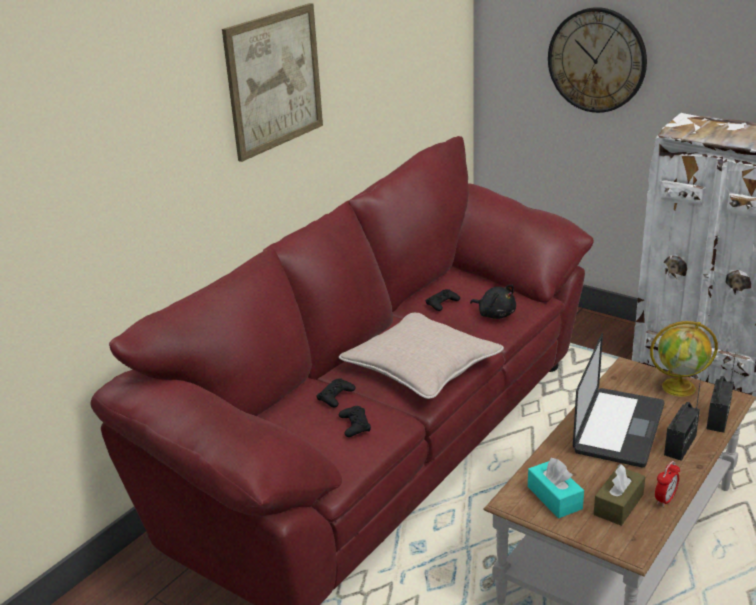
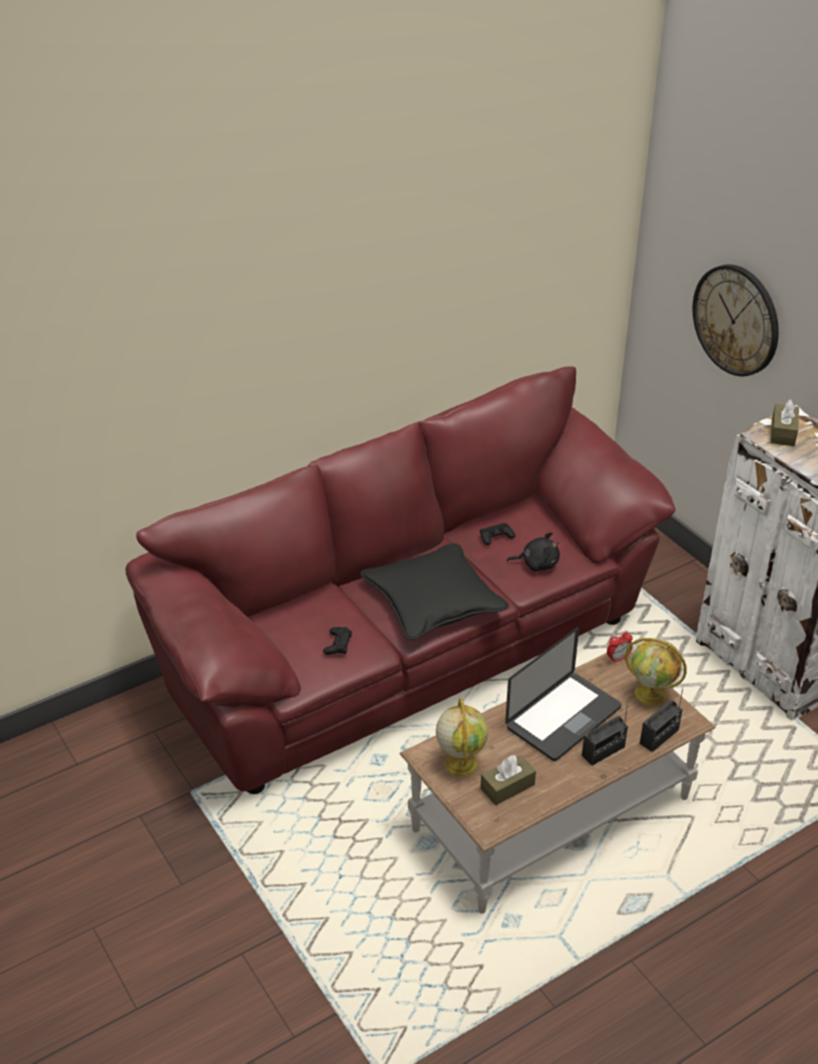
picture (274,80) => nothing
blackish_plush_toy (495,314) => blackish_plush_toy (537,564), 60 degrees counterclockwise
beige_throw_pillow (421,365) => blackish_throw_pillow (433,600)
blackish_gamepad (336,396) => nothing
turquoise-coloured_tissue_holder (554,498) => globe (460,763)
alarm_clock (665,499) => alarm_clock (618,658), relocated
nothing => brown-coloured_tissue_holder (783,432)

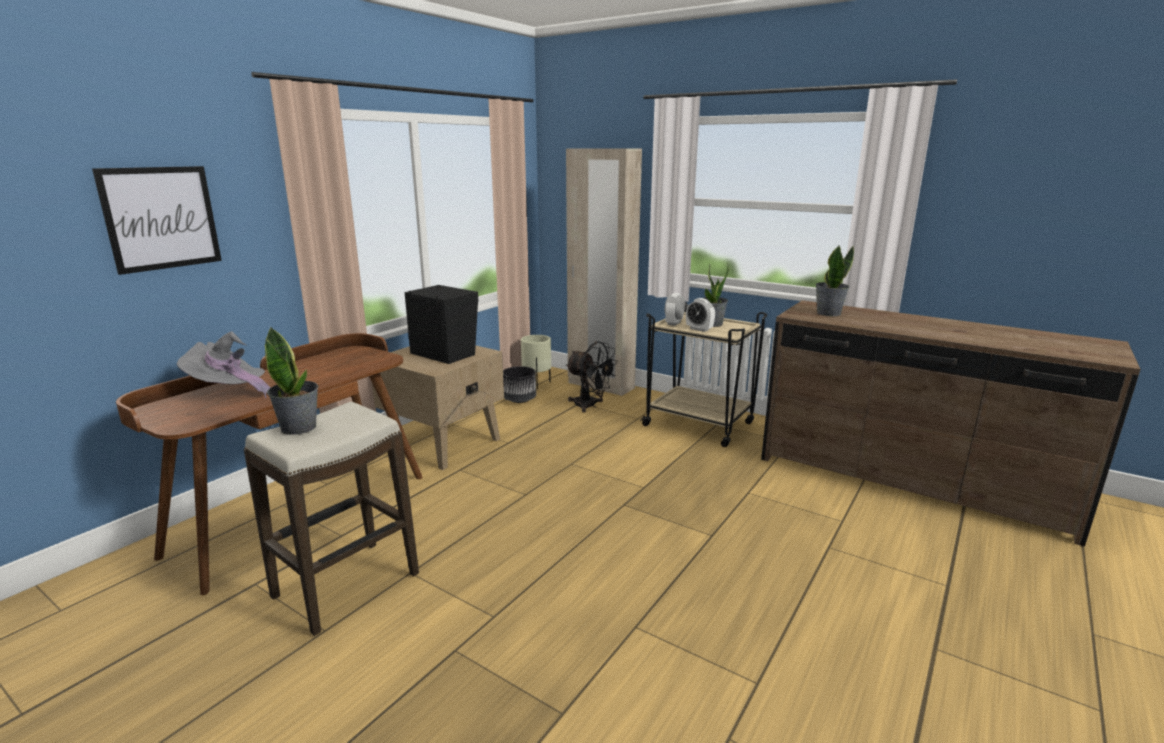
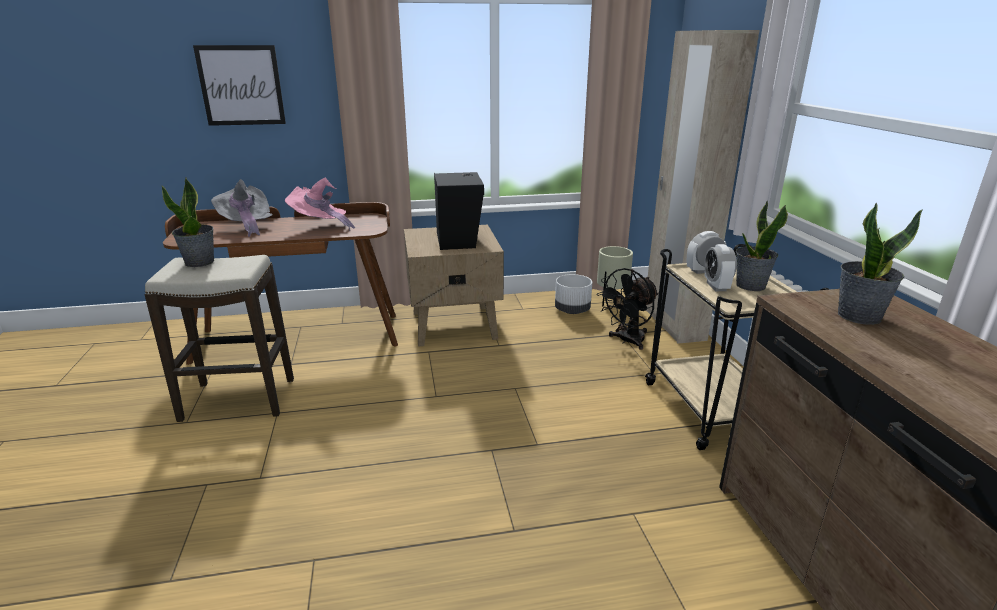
blackish_fan (590,406) => blackish_fan (627,341), 60 degrees clockwise
blackish_plant_pot (519,400) => white_plant_pot (572,310)
nothing => pinkish_hat (320,226)

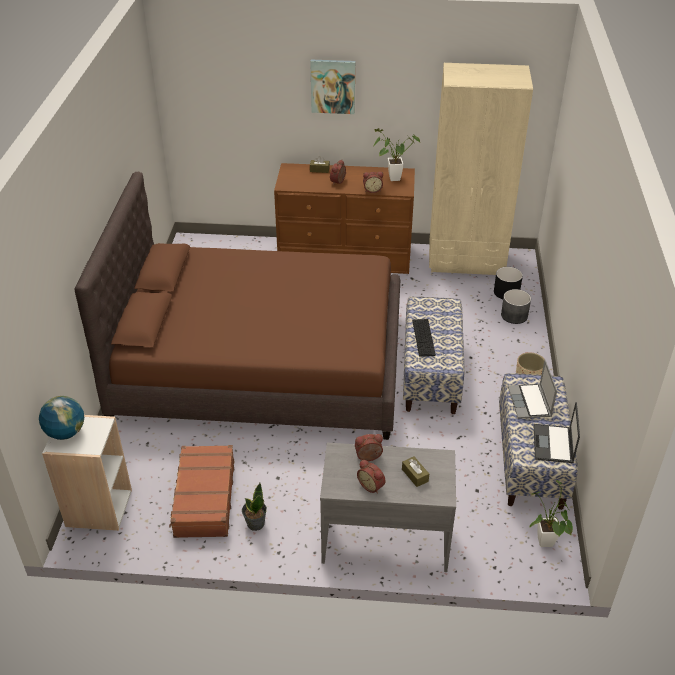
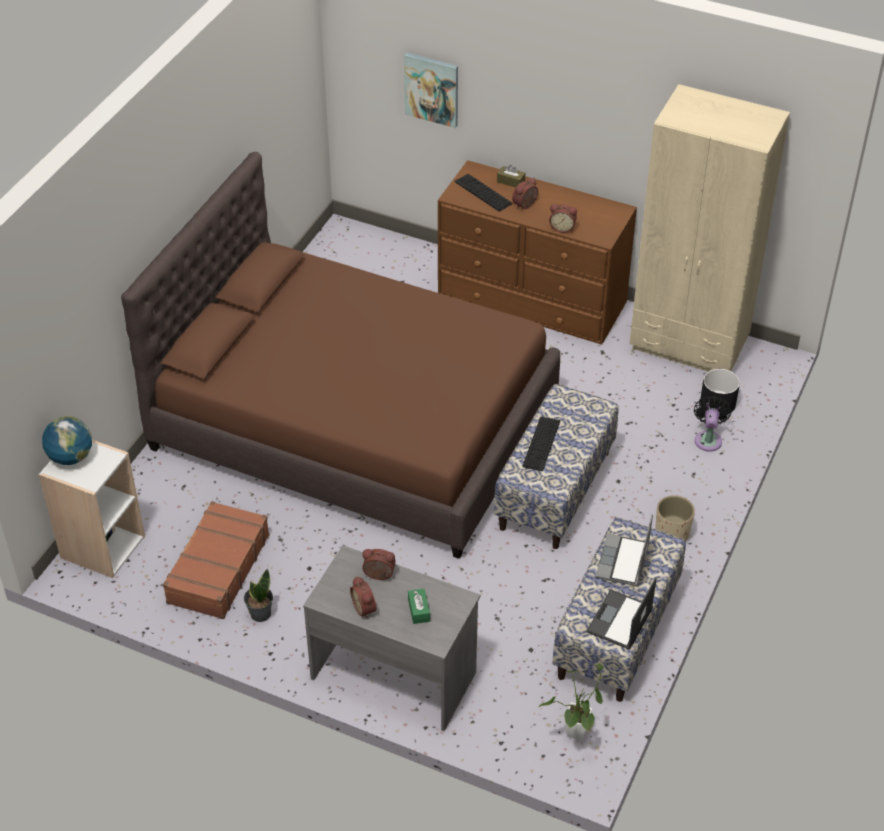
picture (333,86) => picture (432,89), relocated
houseplant (391,178) => nothing
grey_plant_pot (514,315) => blackish_fan (708,439)
brown-coloured_tissue_holder (415,475) => green_tissue_holder (419,610)
nothing => PC_keyboard (483,192)

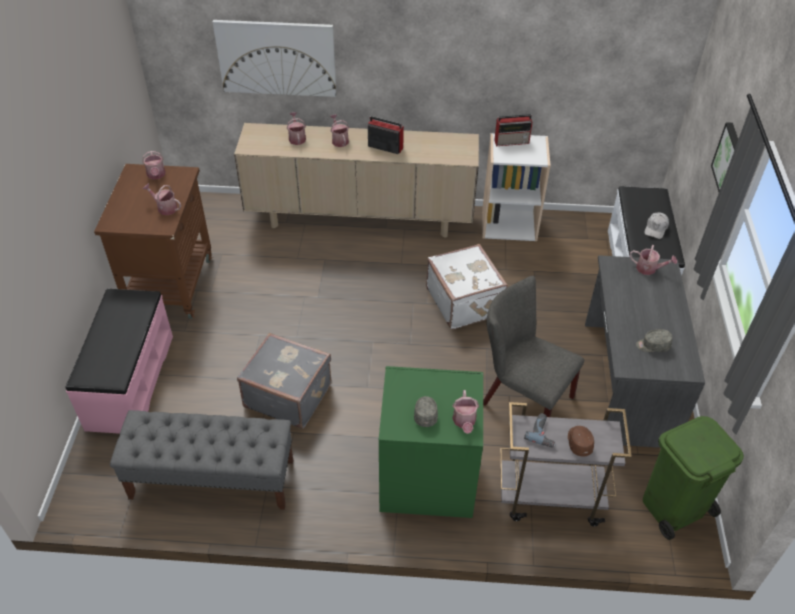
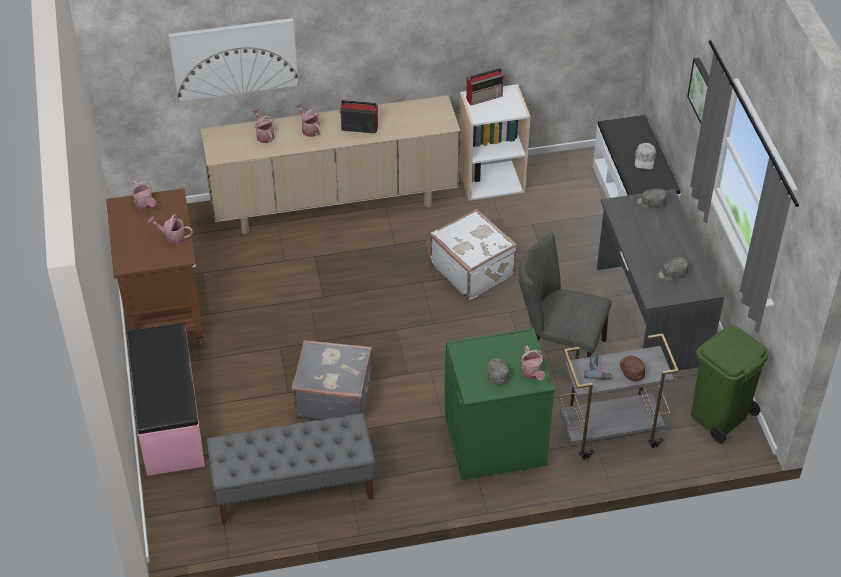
watering_pot (649,269) => grey_cap (651,203)

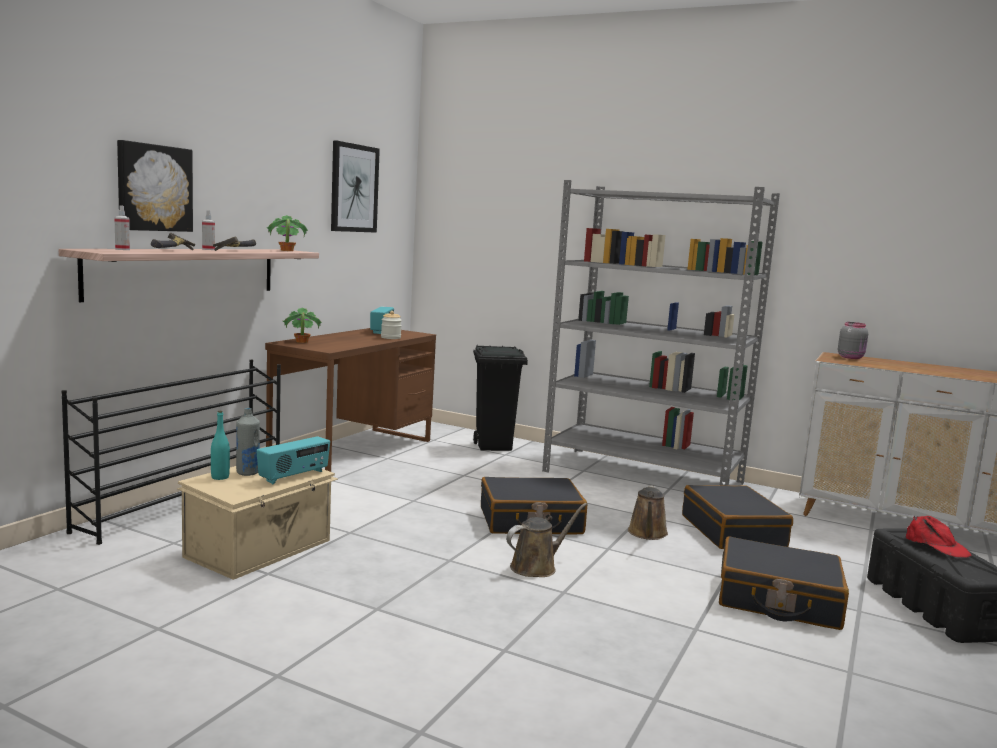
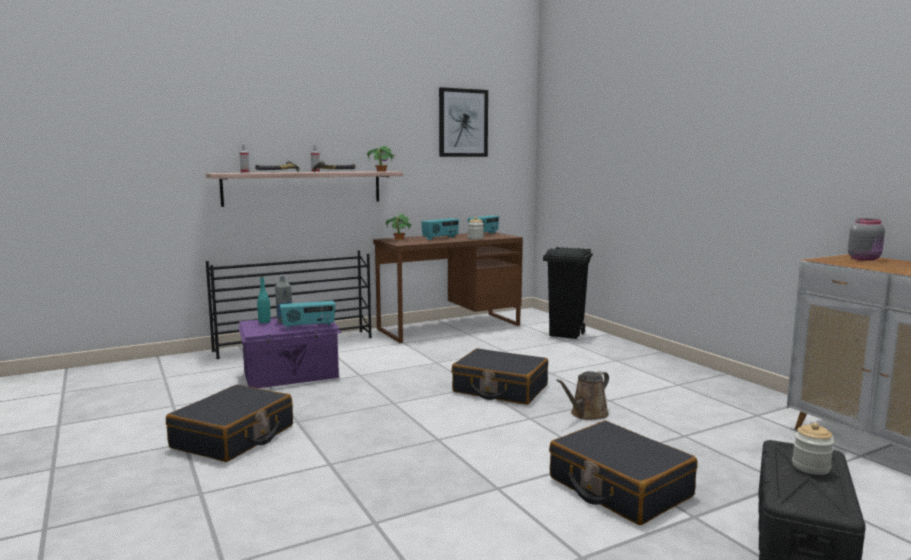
picture (153,188) => nothing
grey_bookshelf (643,477) => nothing
beige_storage_container (260,549) => purple-coloured_storage_container (292,375)
blackish_travel_case (733,532) => blackish_travel_case (234,437), relocated
brown-coloured_watering_pot (537,567) => nothing
reddish_cap (936,546) => jar (810,467)
nothing => radio (440,238)

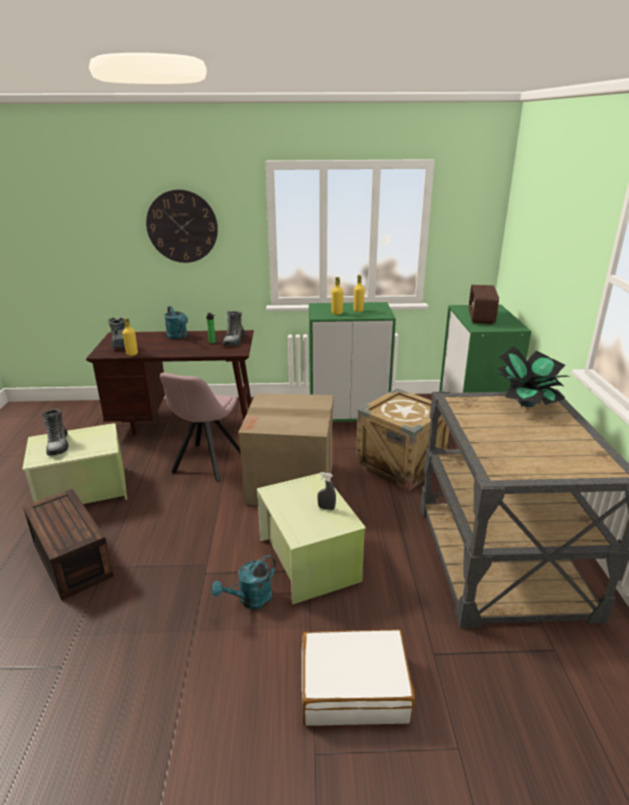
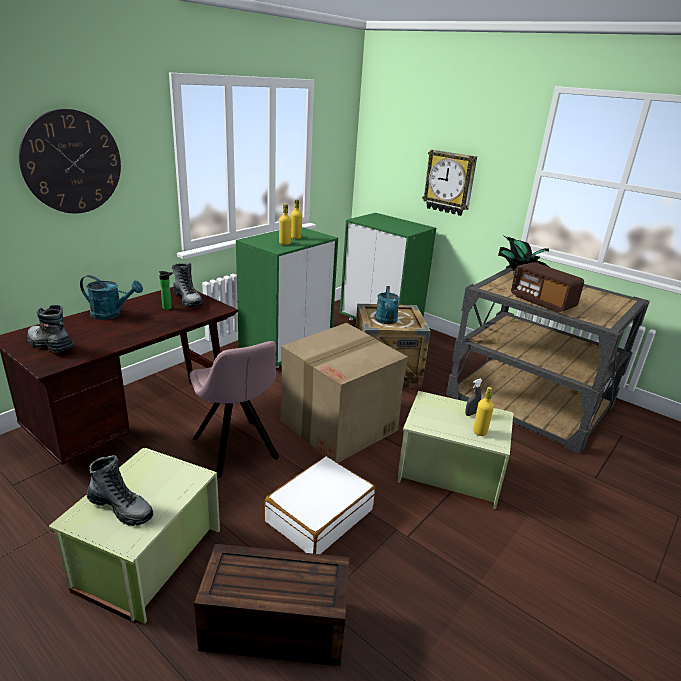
radio (481,317) => radio (542,302), relocated
yellow_beverage_bottle (132,354) => yellow_beverage_bottle (480,432), relocated
turquoise-coloured_watering_pot (250,600) => turquoise-coloured_watering_pot (386,321), relocated
white_travel_case (354,687) => white_travel_case (319,515), relocated
nothing => wall_clock (449,182)

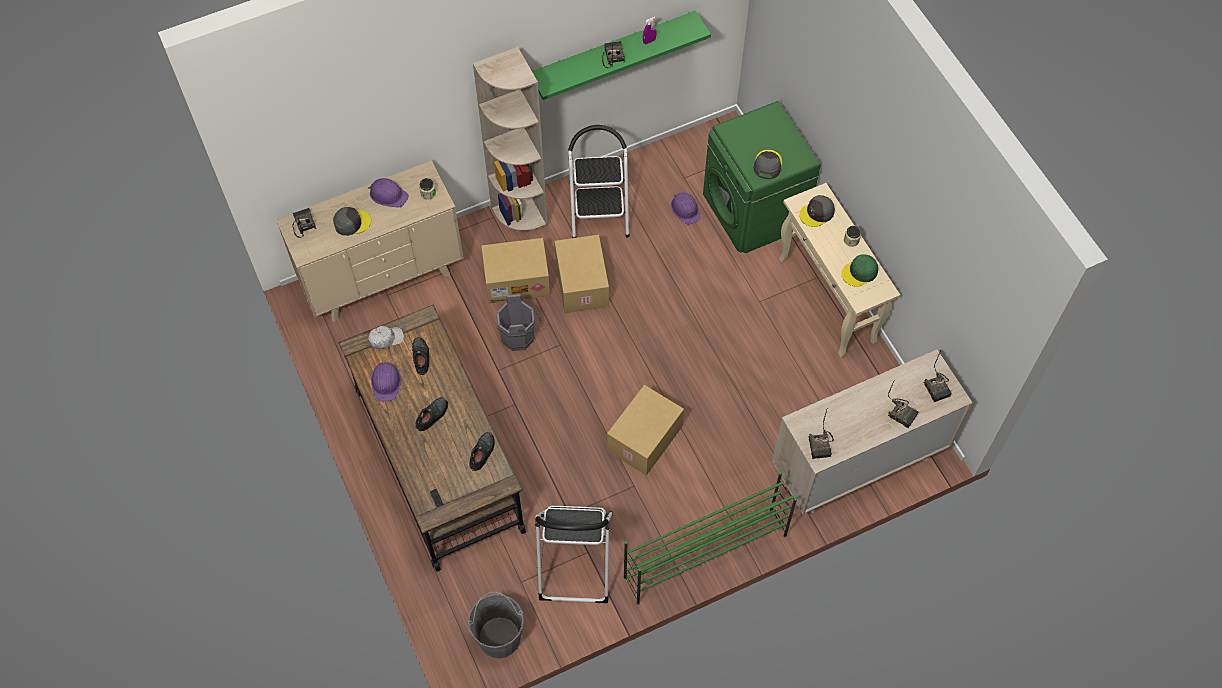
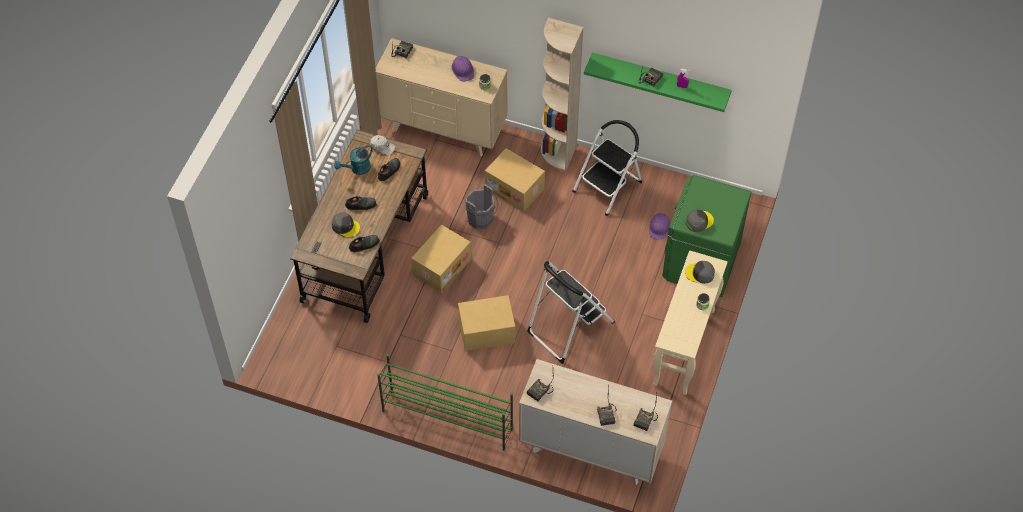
grey_cap (352,222) => grey_cap (345,226), relocated
cardboard_box (580,283) => cardboard_box (441,266), relocated
green_cap (860,272) => nothing
purple-coloured_safety_helmet (386,382) => turquoise-coloured_watering_pot (357,169)
stepladder (575,558) => stepladder (568,327), relocated
grey_pail (499,637) => nothing

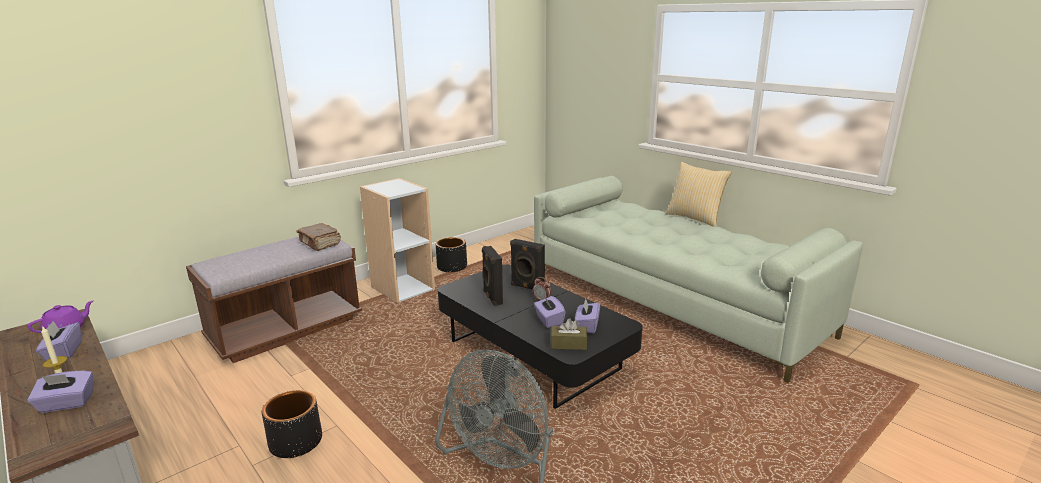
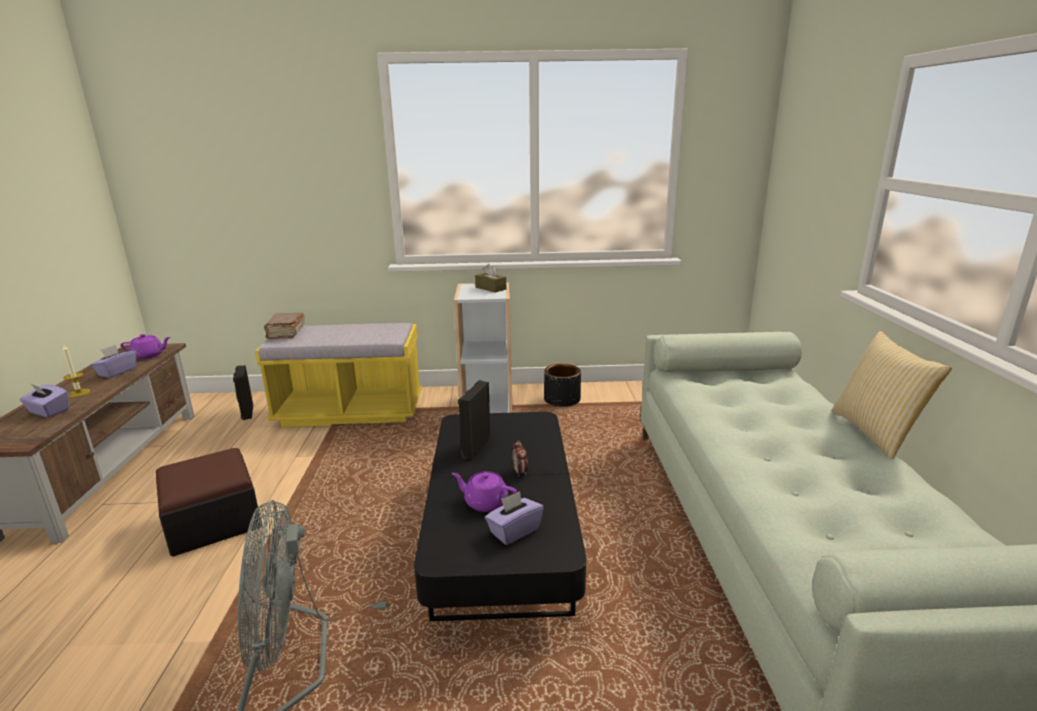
brown-coloured_bound_book (320,243) => brown-coloured_bound_book (286,333), relocated
brown-coloured_bench (286,330) => yellow_bench (350,412)
blackish_speaker (527,287) => blackish_speaker (247,412), relocated
purple-coloured_tissue_holder (549,320) => purple-coloured_pot_for_tea (485,502)
brown-coloured_tissue_holder (568,344) => brown-coloured_tissue_holder (490,288), relocated
blackish_plant_pot (296,442) => footrest (213,520)

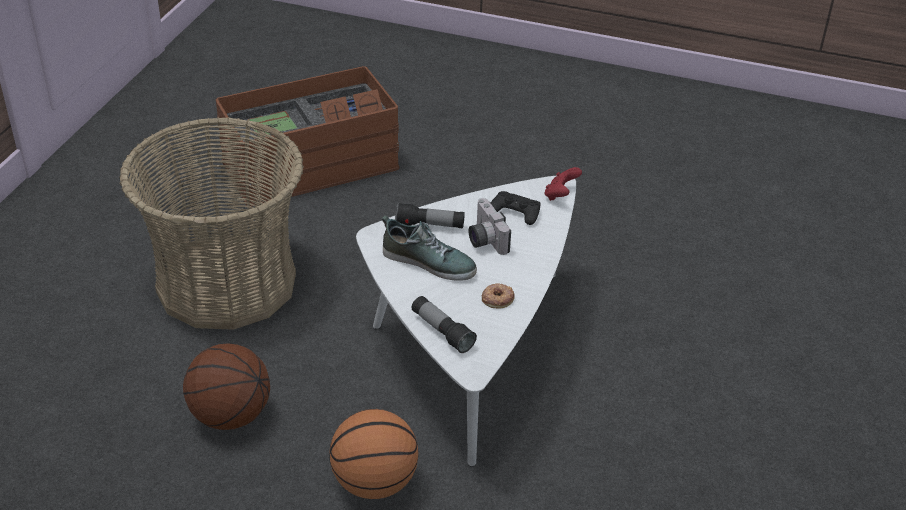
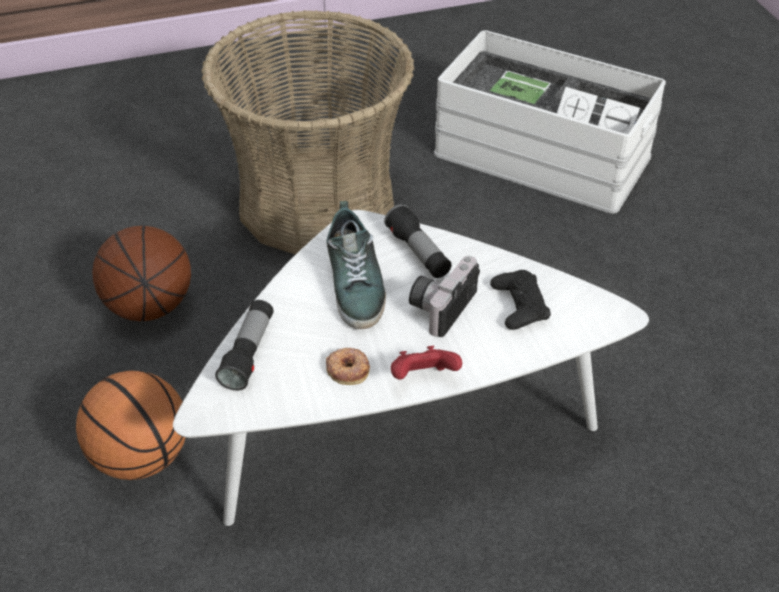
brown-coloured_storage_container (310,163) => white_storage_container (543,154)
reddish_gamepad (560,195) => reddish_gamepad (423,378), relocated

